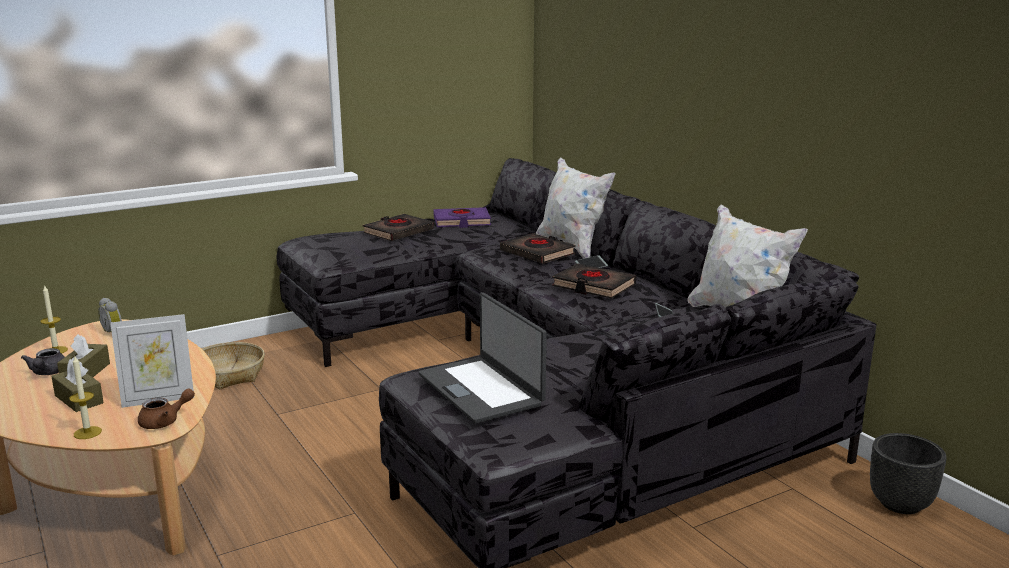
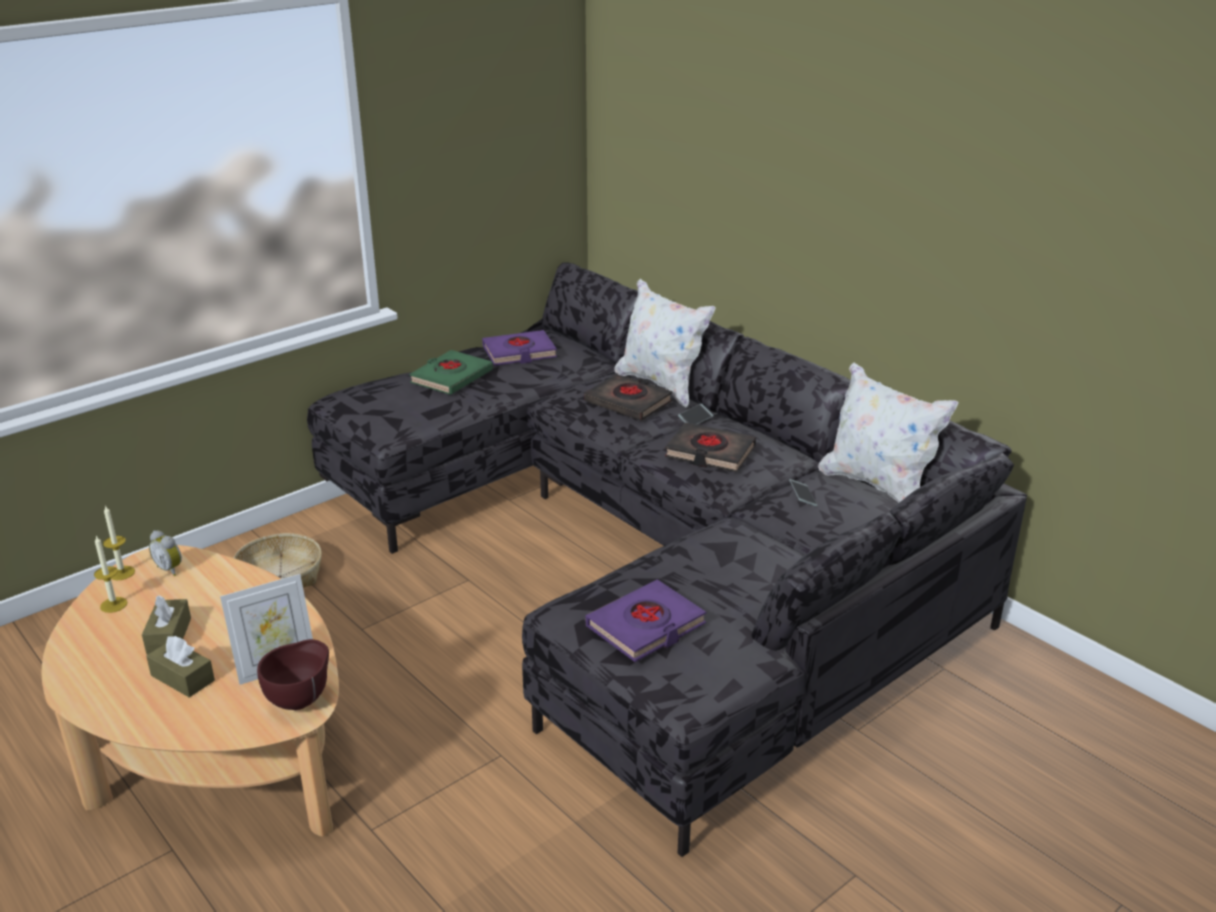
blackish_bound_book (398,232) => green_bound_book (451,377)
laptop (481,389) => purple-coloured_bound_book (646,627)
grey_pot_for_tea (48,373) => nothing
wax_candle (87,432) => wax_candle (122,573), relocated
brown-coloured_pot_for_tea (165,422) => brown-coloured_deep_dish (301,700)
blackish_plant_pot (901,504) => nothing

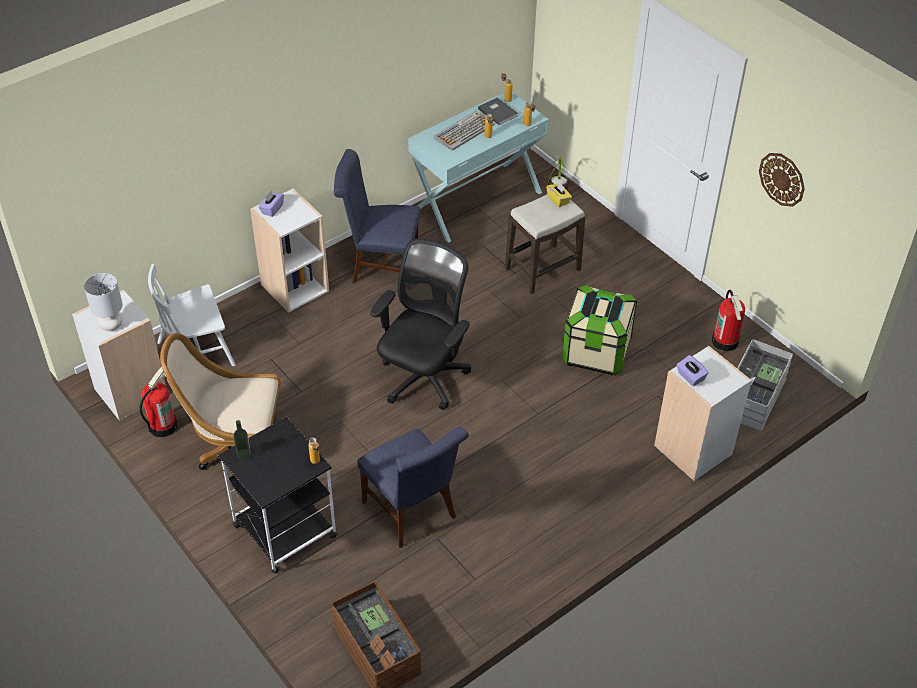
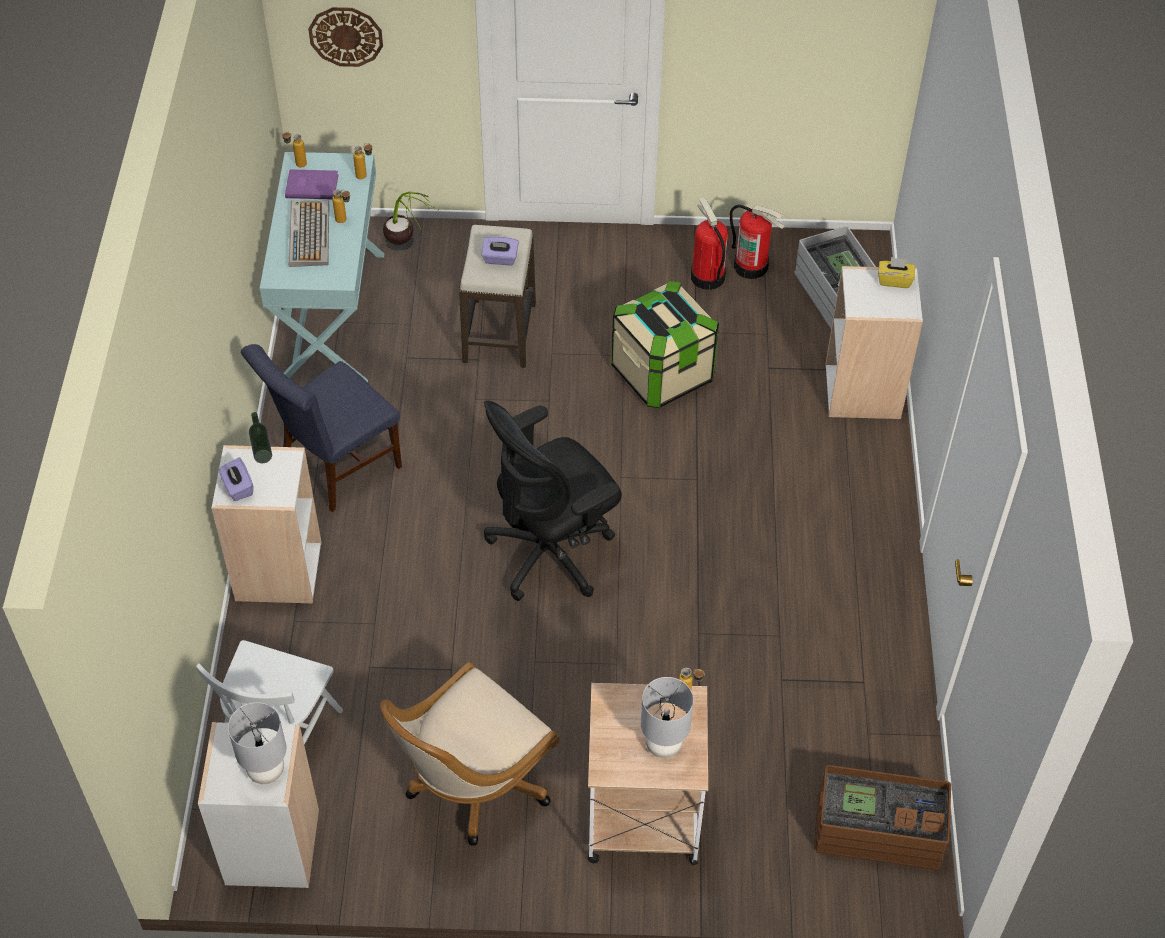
grey_bound_book (498,112) => purple-coloured_bound_book (311,185)
wall_clock (782,179) => wall_clock (346,36), relocated
yellow_tissue_holder (558,200) => yellow_tissue_holder (894,280), relocated
blackish_computer_chair (423,382) => blackish_computer_chair (554,547), 105 degrees counterclockwise
purple-coloured_tissue_holder (690,377) => purple-coloured_tissue_holder (500,259), relocated
fire_extinguisher (162,425) => fire_extinguisher (707,277), relocated
blackish_cart (284,529) => beige_cart (641,815)
beverage_bottle (244,454) => beverage_bottle (263,456), relocated
blue-coloured_plain_chair (413,513) => nothing
nothing => grey_table_lamp (664,746)

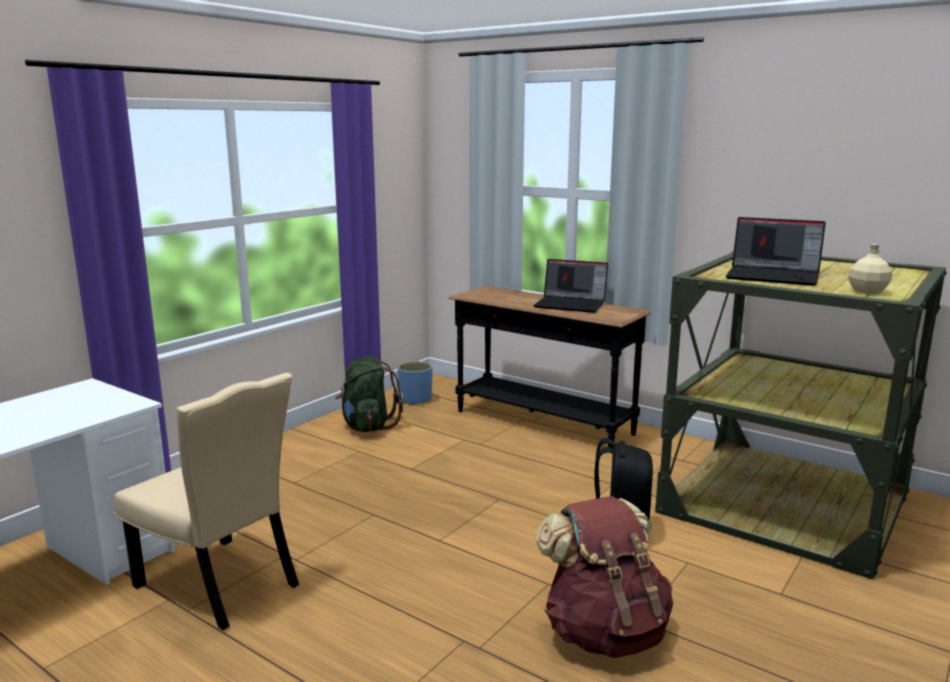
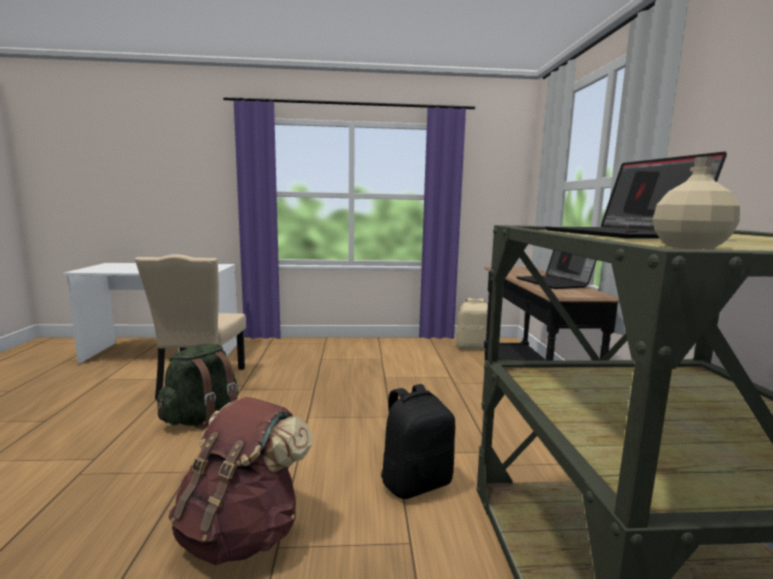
green_rucksack (367,426) => green_rucksack (202,418), relocated
blue-coloured_plant_pot (415,399) => beige_rucksack (473,347)

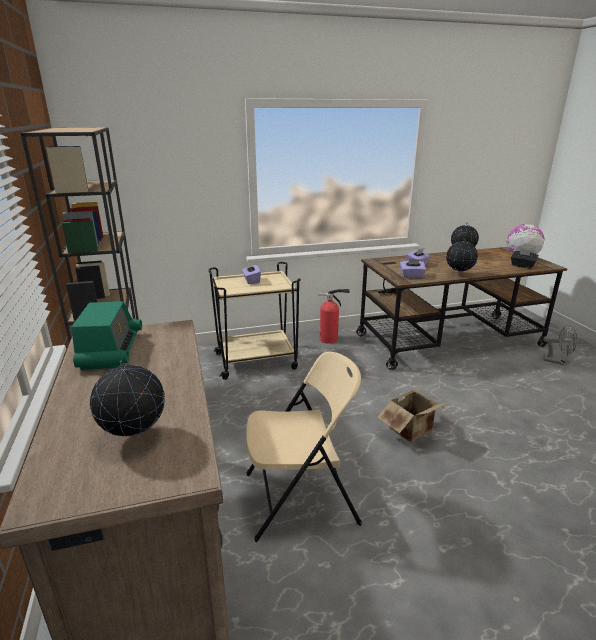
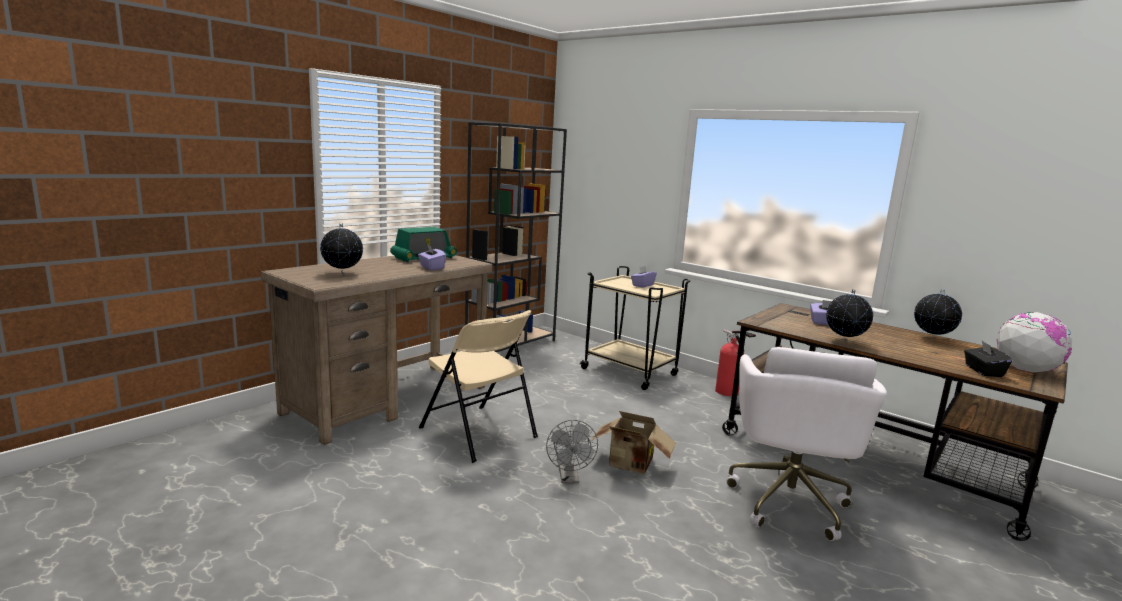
purple-coloured_tissue_holder (411,276) => purple-coloured_tissue_holder (431,267), relocated
grey_fan (557,361) => grey_fan (569,478), relocated
nothing => white_computer_chair (787,501)

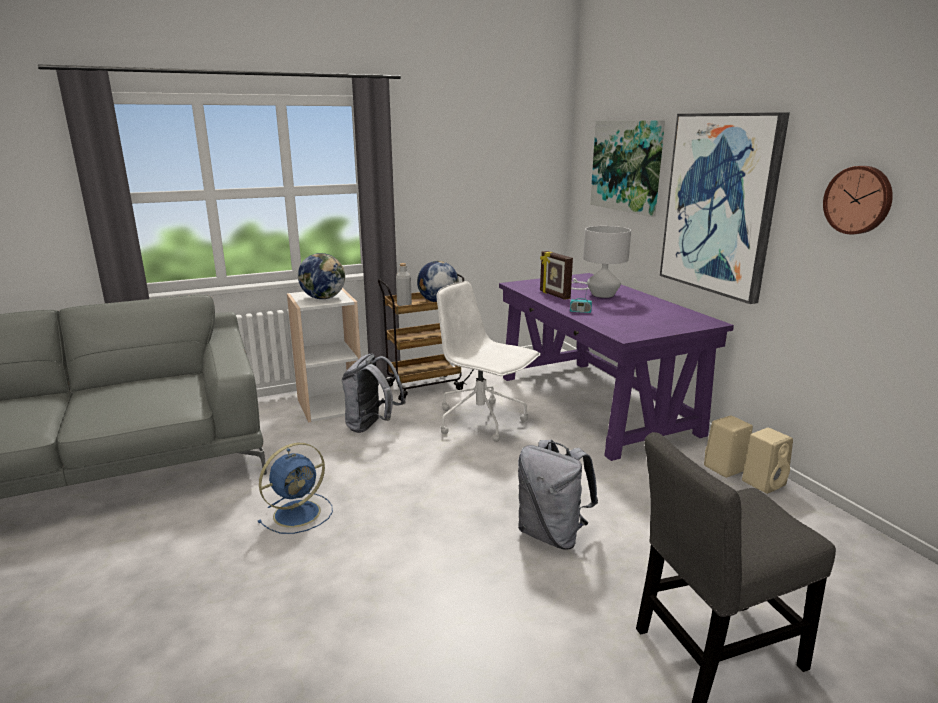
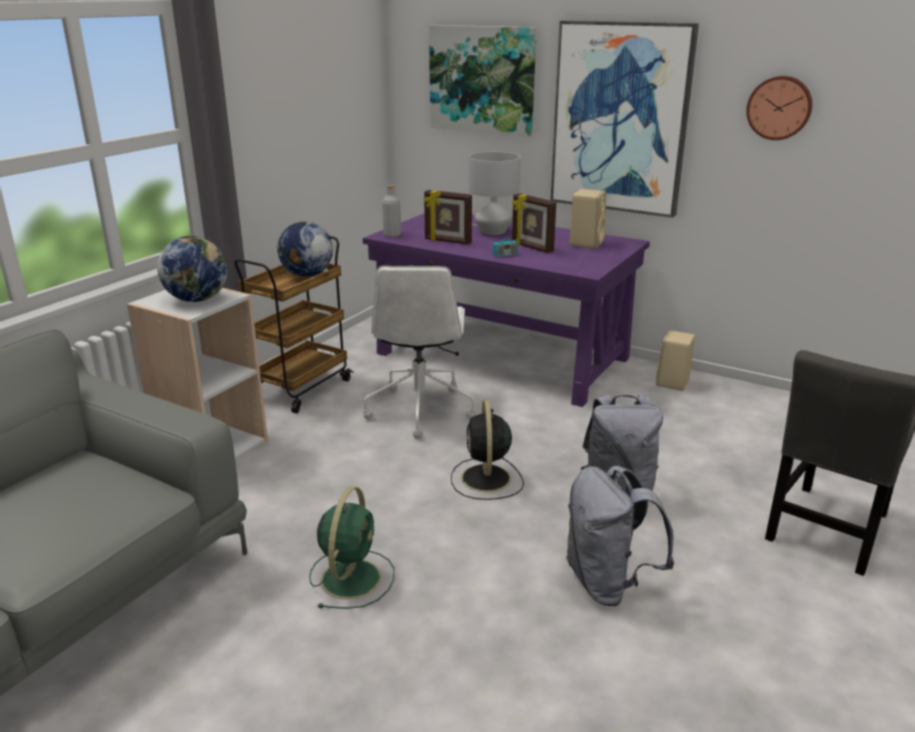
grey_beverage_bottle (404,304) => grey_beverage_bottle (392,235), relocated
white_computer_chair (484,422) => white_computer_chair (420,408), 90 degrees counterclockwise
grey_rucksack (372,426) => grey_rucksack (608,583), relocated
beige_speaker (764,482) => beige_speaker (586,243), relocated
blue-coloured_fan (299,513) => green_fan (352,577)
nothing => picture_frame (531,247)
nothing => blackish_fan (486,479)

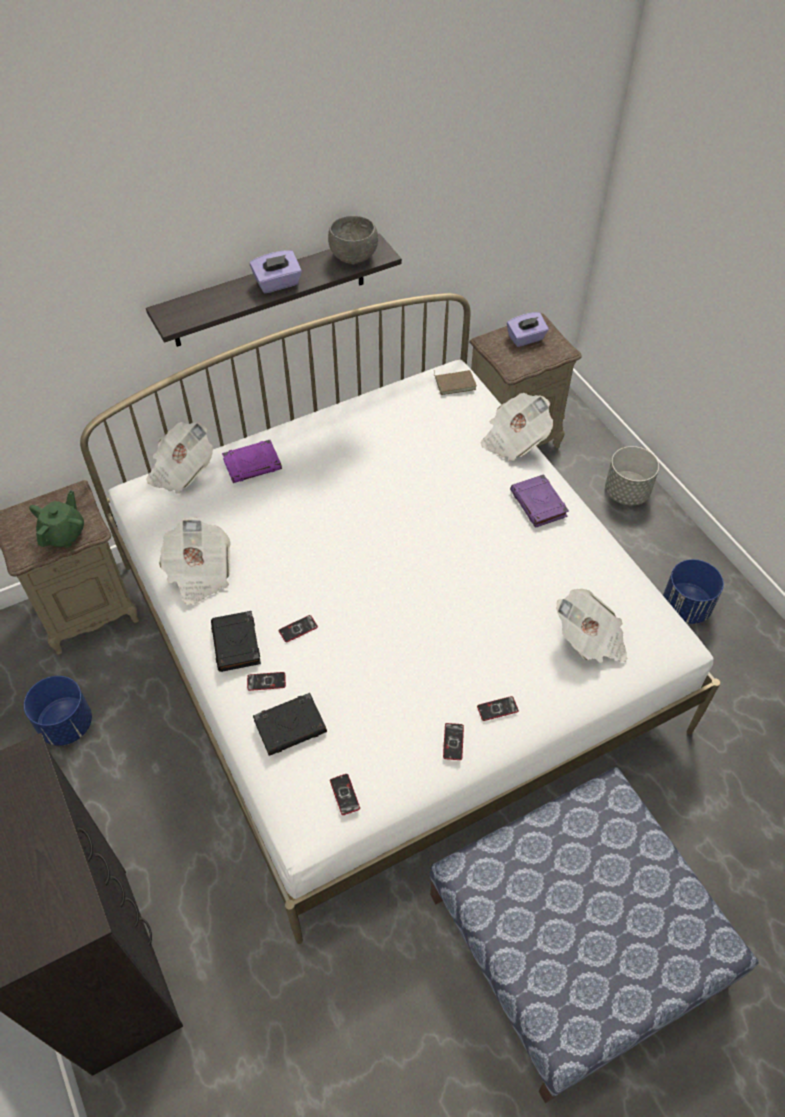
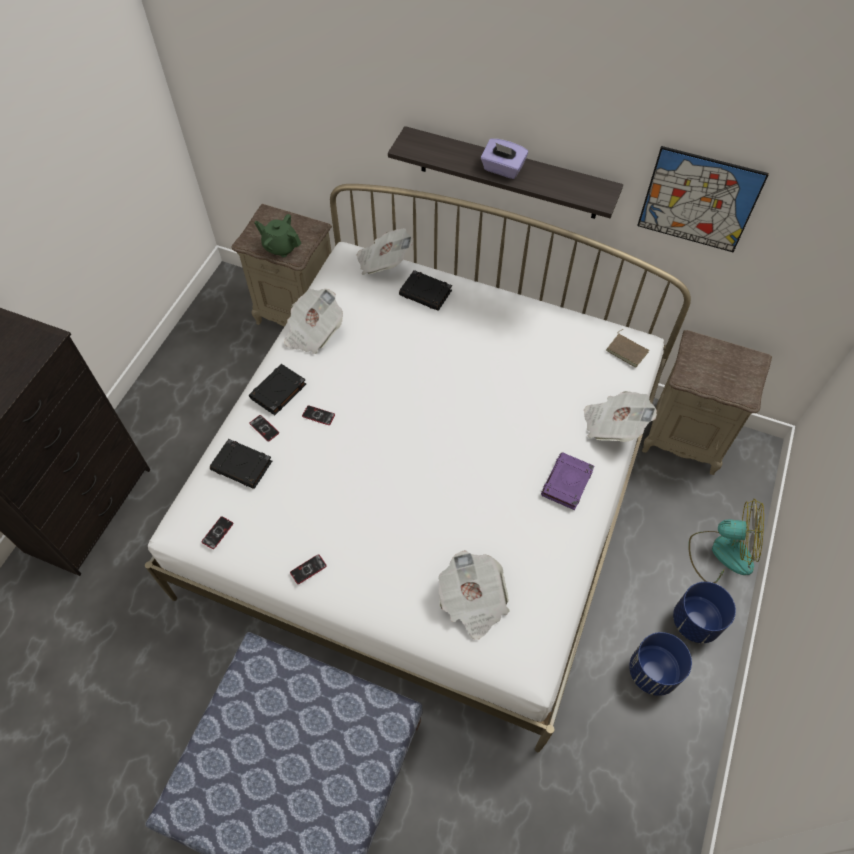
grey_deep_dish (354,257) => nothing
purple-coloured_tissue_holder (526,338) => nothing
purple-coloured_bound_book (253,464) => blackish_bound_book (426,293)
grey_plant_pot (626,492) => fan (721,552)
green_pot_for_tea (64,534) => green_pot_for_tea (281,247), 135 degrees counterclockwise
blue-coloured_plant_pot (66,725) => blue-coloured_plant_pot (695,621), relocated
telephone (497,709) => nothing
nothing => picture (699,200)

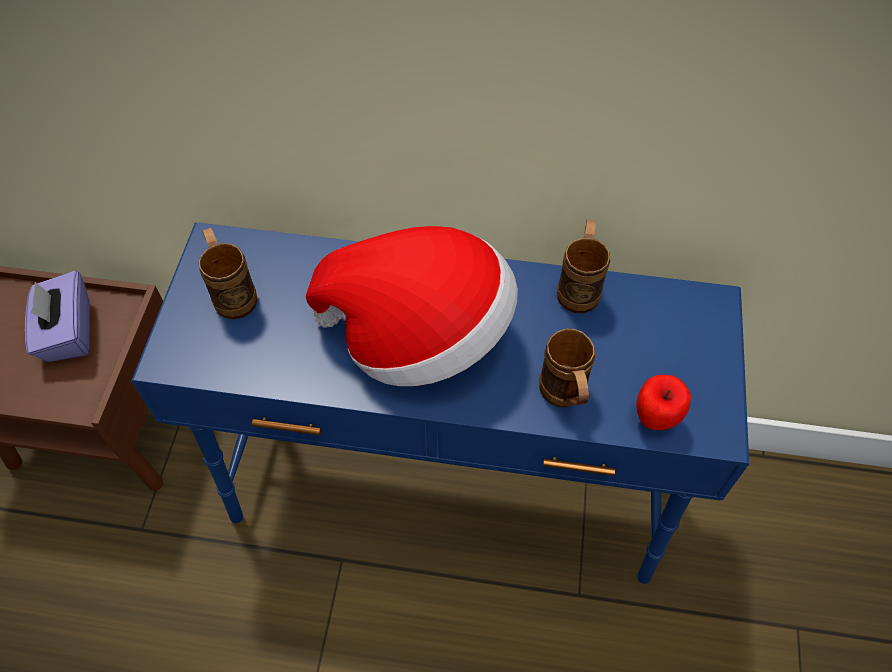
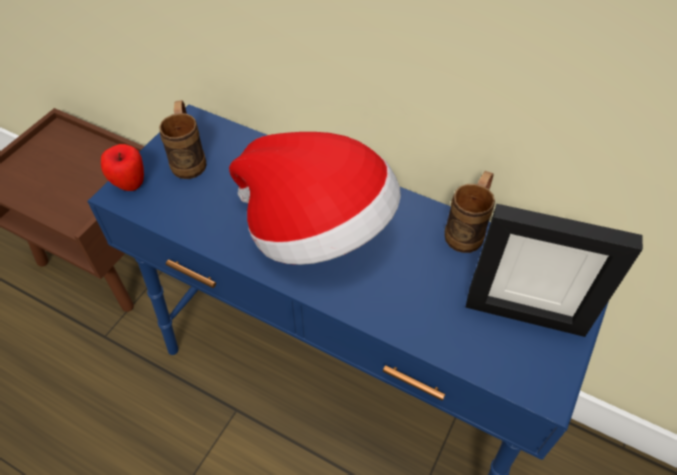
purple-coloured_tissue_holder (68,332) => nothing
brown-coloured_tea_mug (564,398) => nothing
apple (654,420) => apple (131,185), relocated
nothing => picture_frame (525,313)

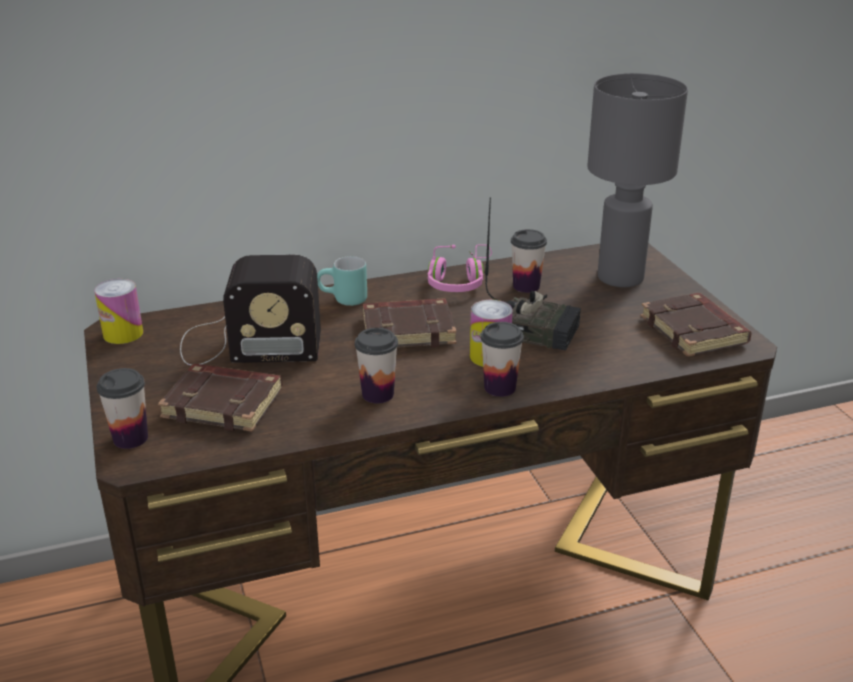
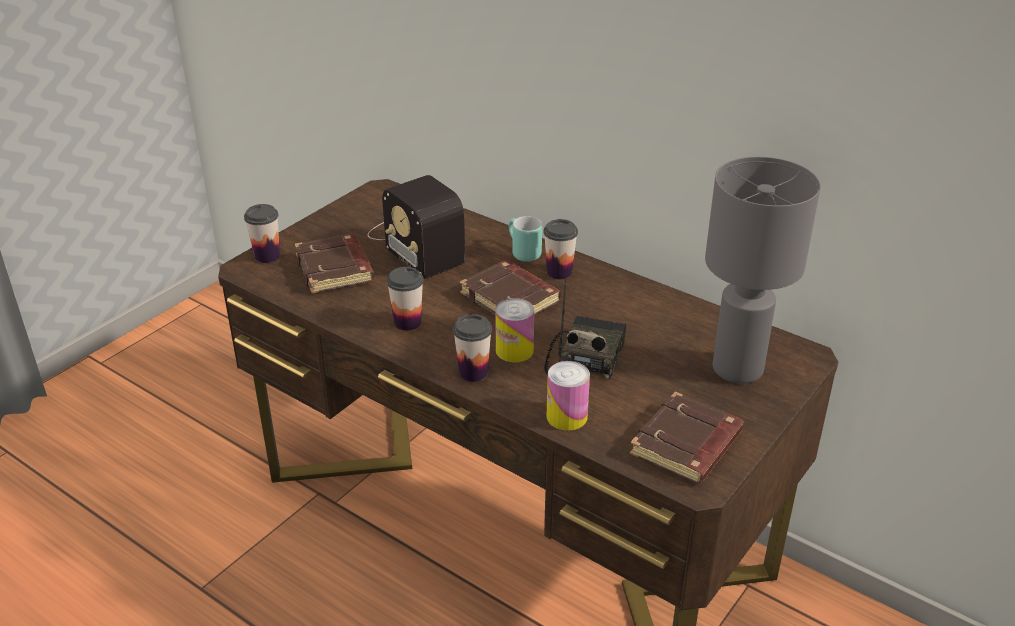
radio (537,329) => radio (585,357), 150 degrees counterclockwise
drinking_cup (526,286) => drinking_cup (559,272), relocated
pinkish_headphones (459,281) => nothing
sealed_can (123,334) => sealed_can (567,416), relocated

